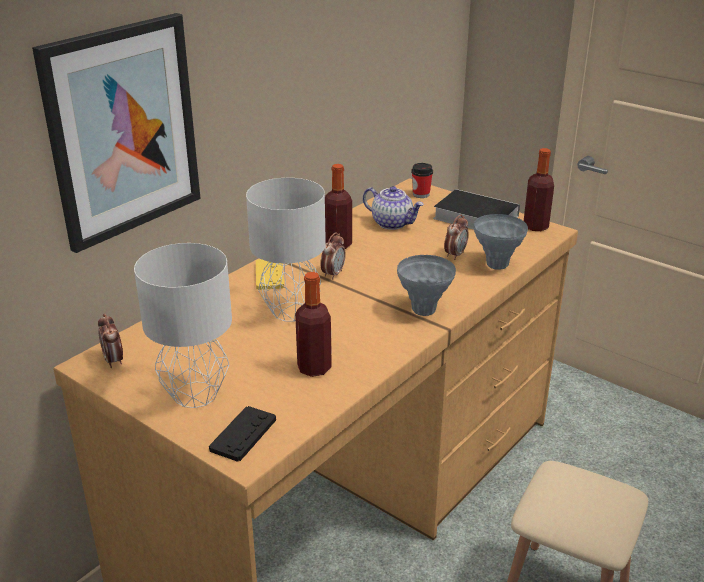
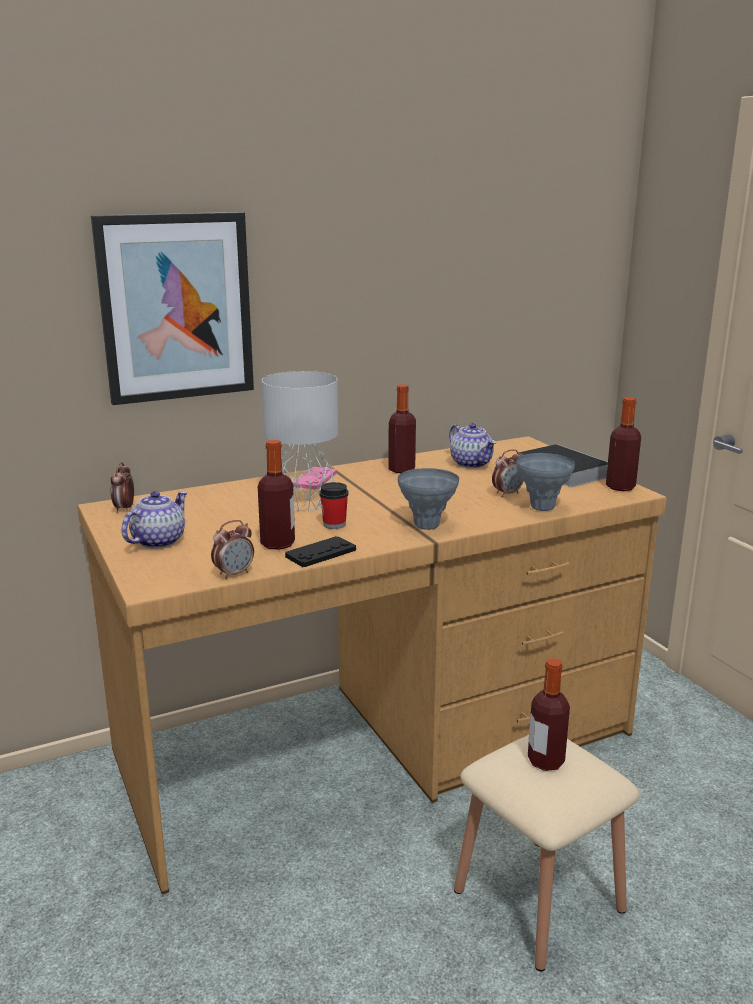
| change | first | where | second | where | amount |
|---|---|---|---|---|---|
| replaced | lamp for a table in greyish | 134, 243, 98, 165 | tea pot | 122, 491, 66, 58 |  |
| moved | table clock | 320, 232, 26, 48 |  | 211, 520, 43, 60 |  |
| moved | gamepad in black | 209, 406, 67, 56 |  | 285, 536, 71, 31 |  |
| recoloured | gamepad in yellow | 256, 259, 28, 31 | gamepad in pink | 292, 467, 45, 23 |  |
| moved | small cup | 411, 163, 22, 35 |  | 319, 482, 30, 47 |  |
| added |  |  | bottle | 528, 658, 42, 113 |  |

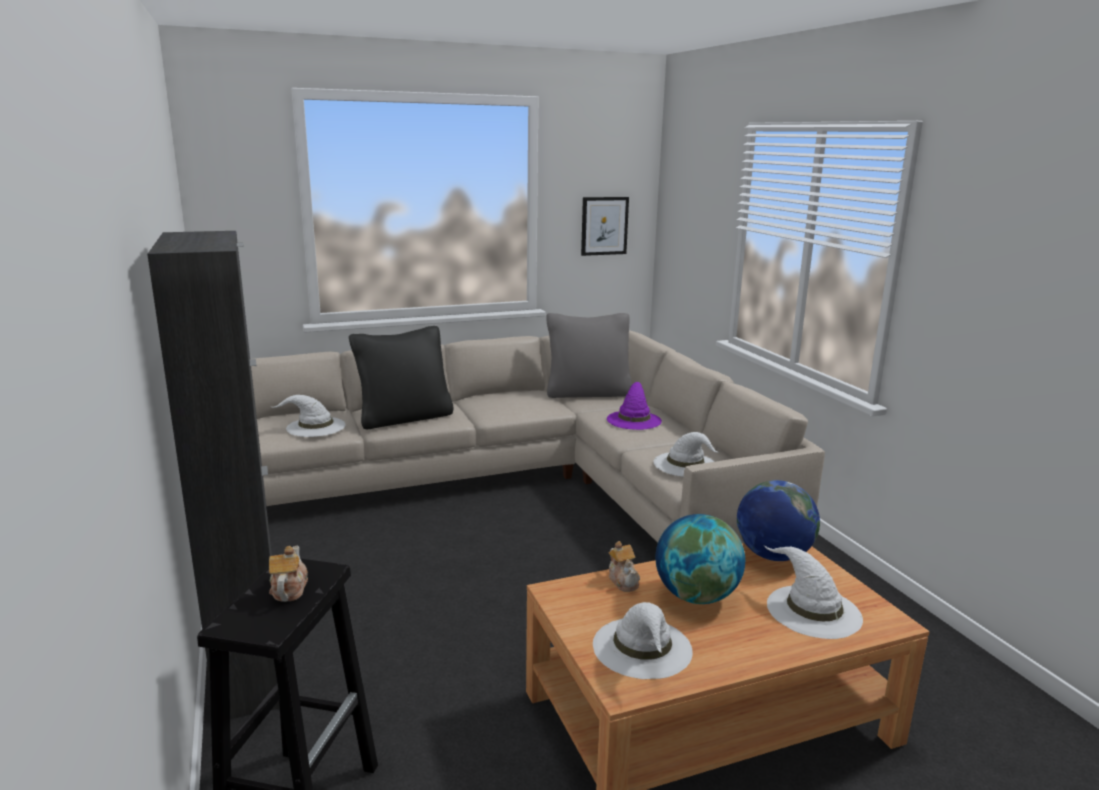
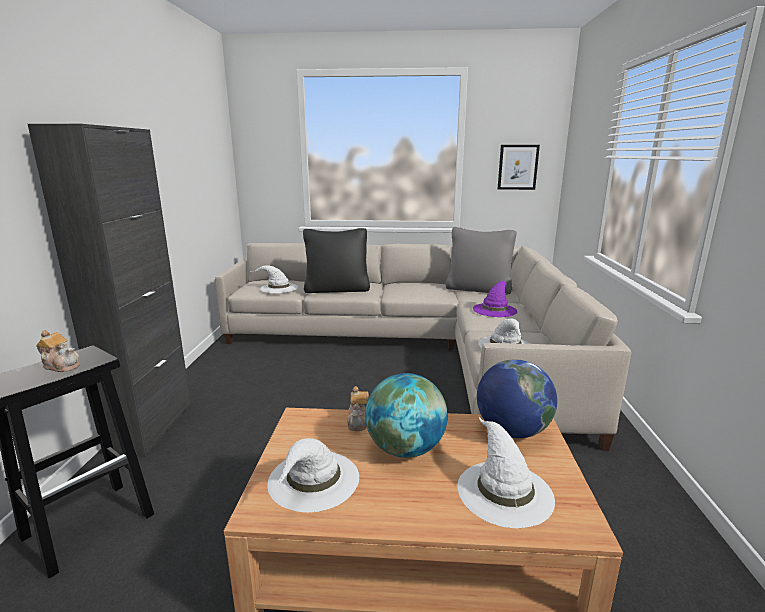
| change | first | where | second | where | amount |
|---|---|---|---|---|---|
| turned | tea pot | 269, 546, 39, 56 |  | 36, 330, 44, 42 | 90 degrees clockwise |

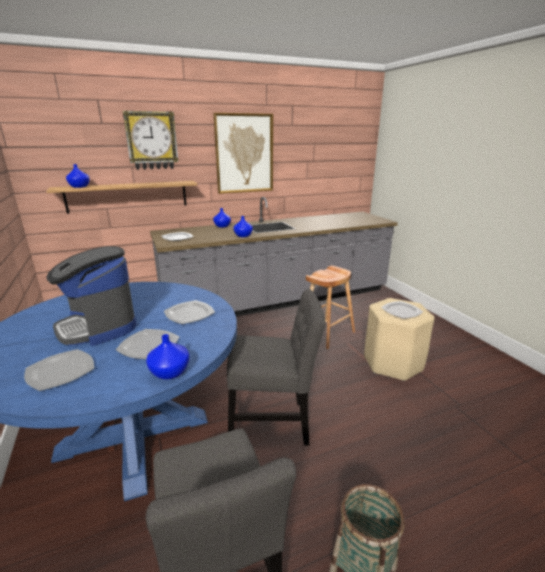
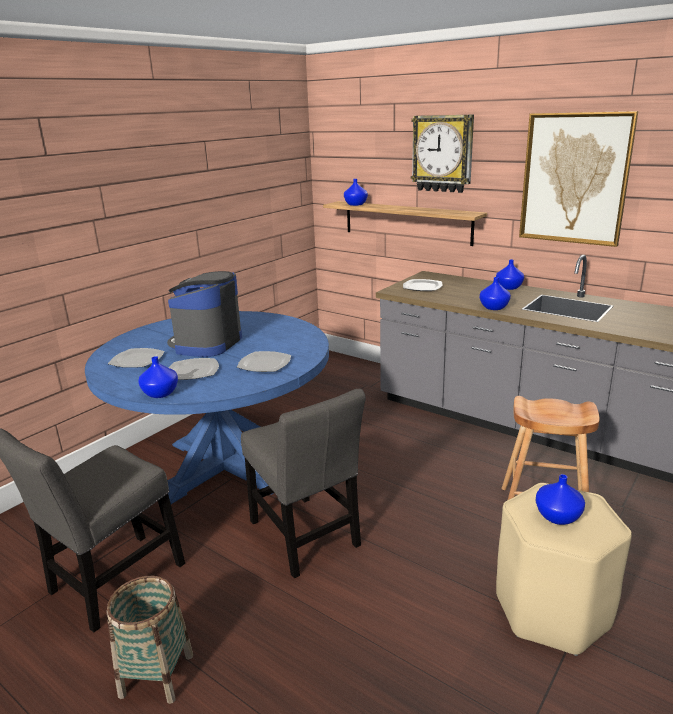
| change | first | where | second | where | amount |
|---|---|---|---|---|---|
| replaced | flat dish | 381, 301, 42, 18 | decorative vase in blue | 536, 474, 49, 51 |  |

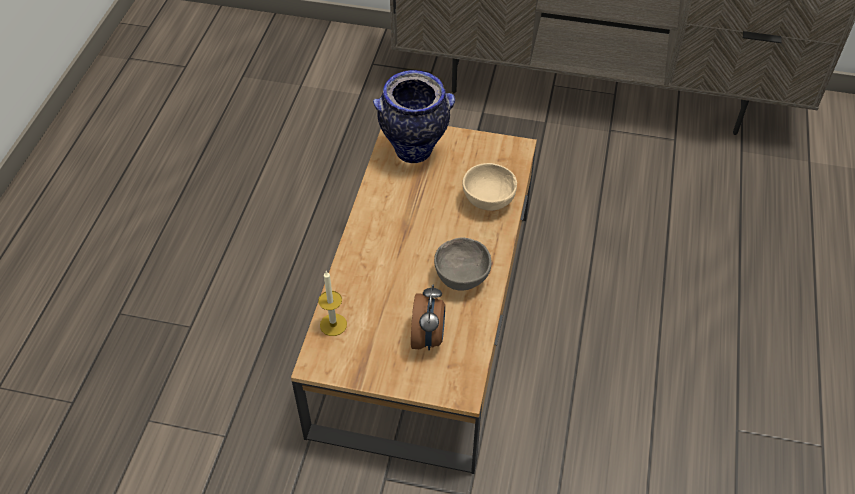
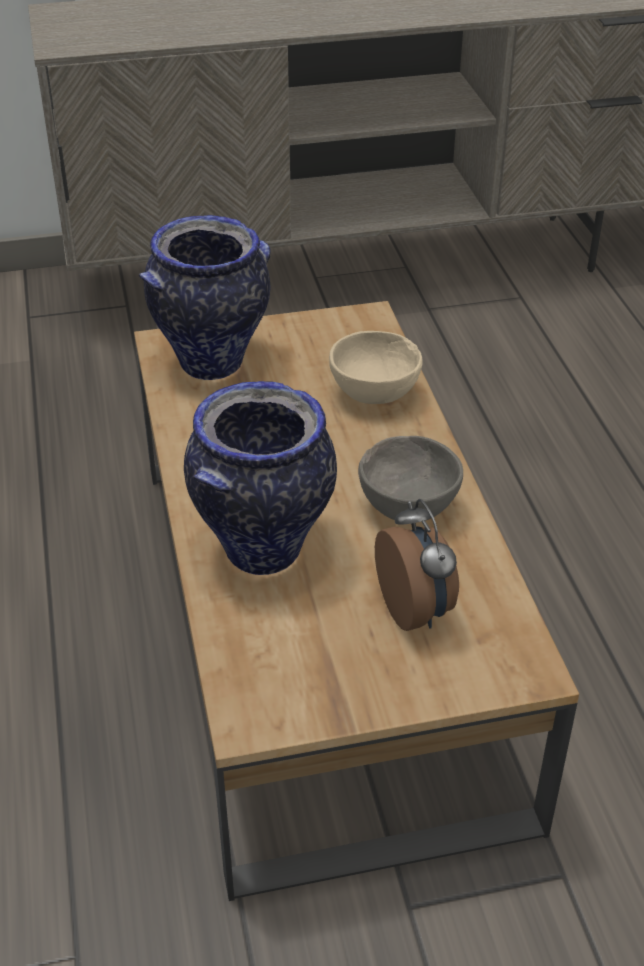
| change | first | where | second | where | amount |
|---|---|---|---|---|---|
| added |  |  | decorative vase | 184, 381, 153, 194 |  |
| removed | wax light | 318, 271, 29, 65 |  |  |  |

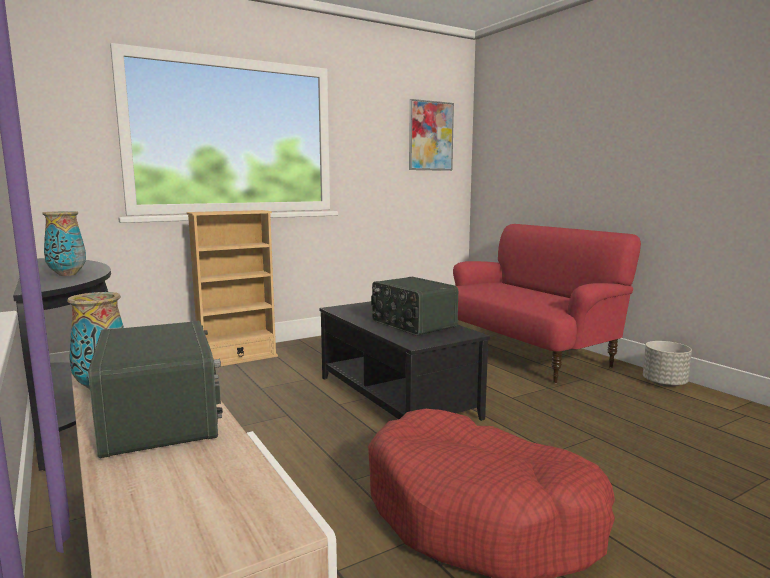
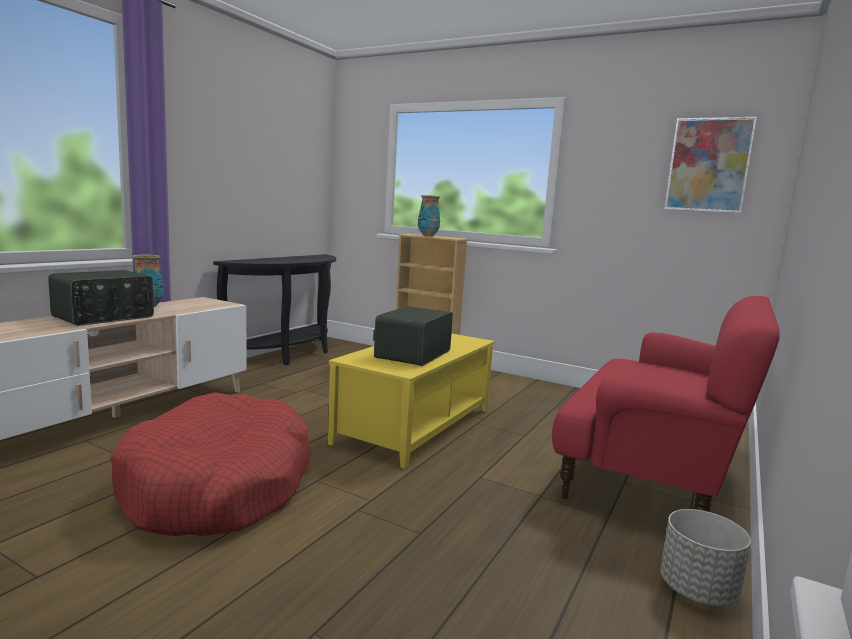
| change | first | where | second | where | amount |
|---|---|---|---|---|---|
| recoloured | coffee table in black | 319, 301, 171, 120 | coffee table in yellow | 328, 333, 167, 136 |  |
| moved | decorative vase | 42, 211, 44, 65 |  | 418, 195, 22, 41 |  |

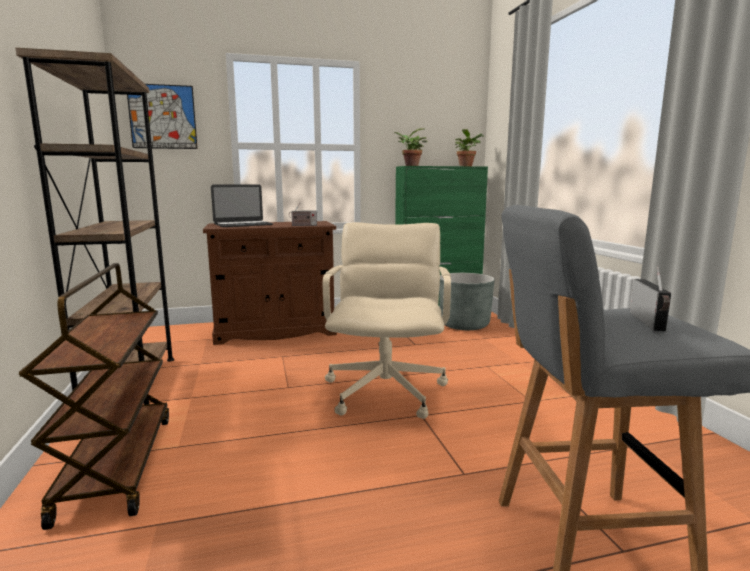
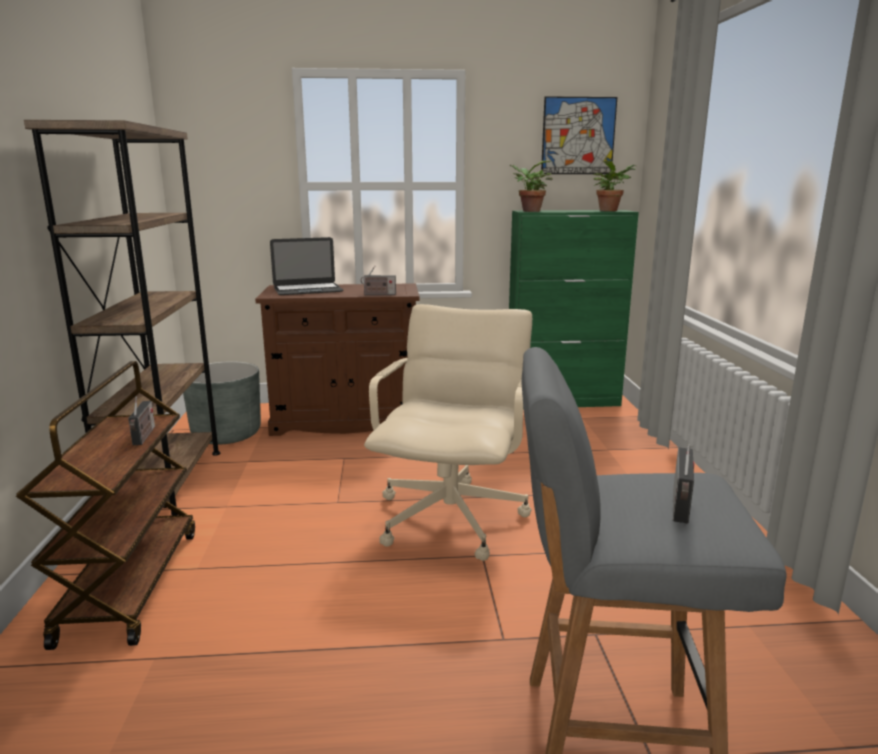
| change | first | where | second | where | amount |
|---|---|---|---|---|---|
| added |  |  | radio receiver | 128, 396, 27, 49 |  |
| moved | flower pot in greyish | 439, 273, 56, 57 |  | 183, 361, 78, 83 |  |
| moved | picture | 127, 84, 71, 65 |  | 541, 96, 76, 78 |  |

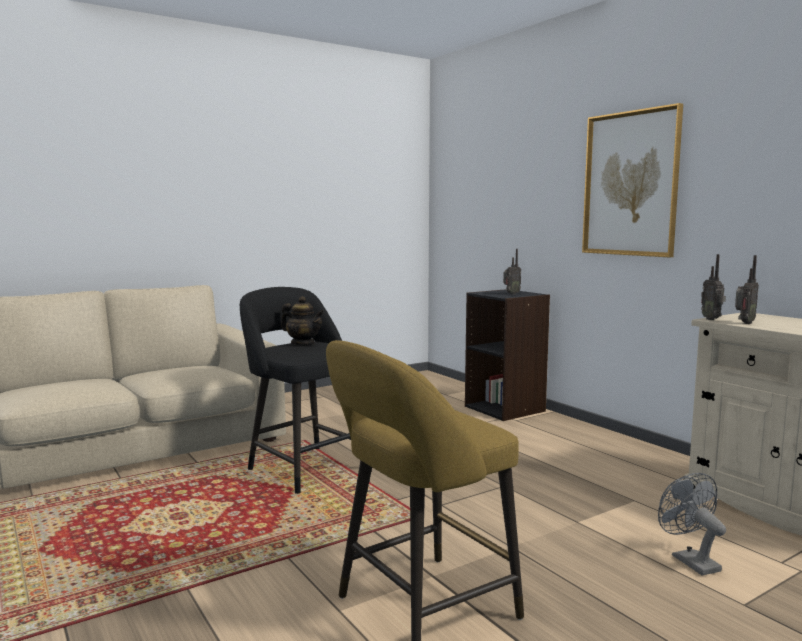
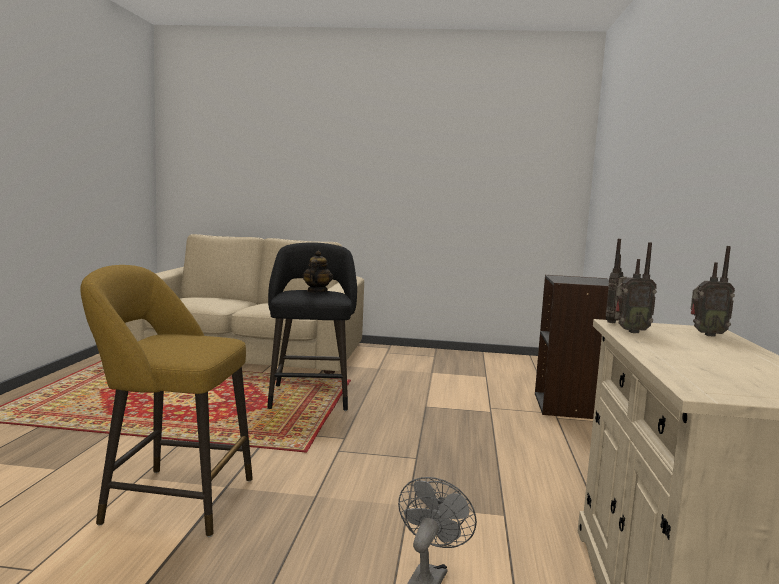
| change | first | where | second | where | amount |
|---|---|---|---|---|---|
| turned | tea pot | 281, 296, 43, 49 |  | 303, 251, 30, 41 | 150 degrees counterclockwise |
| moved | radio receiver | 503, 249, 18, 46 |  | 691, 246, 44, 91 |  |
| removed | picture | 582, 103, 101, 154 |  |  |  |

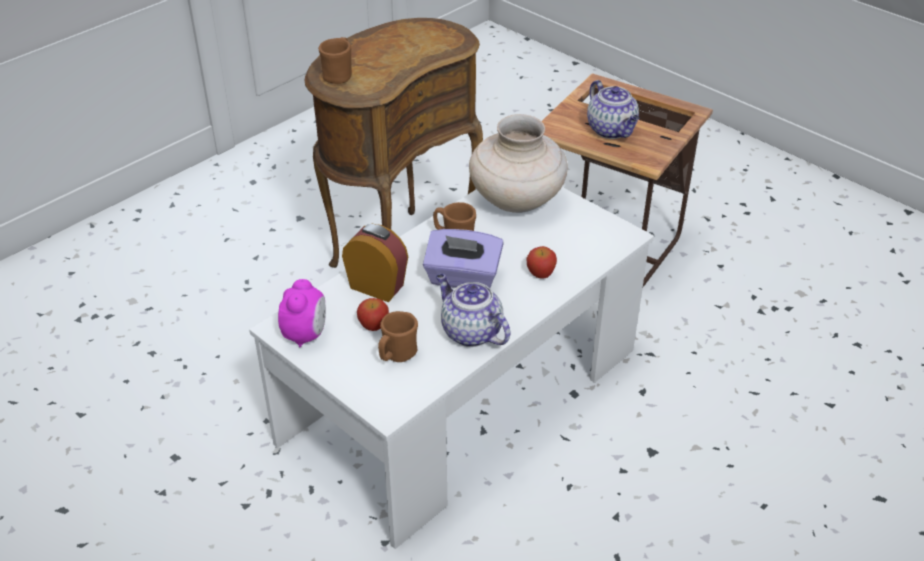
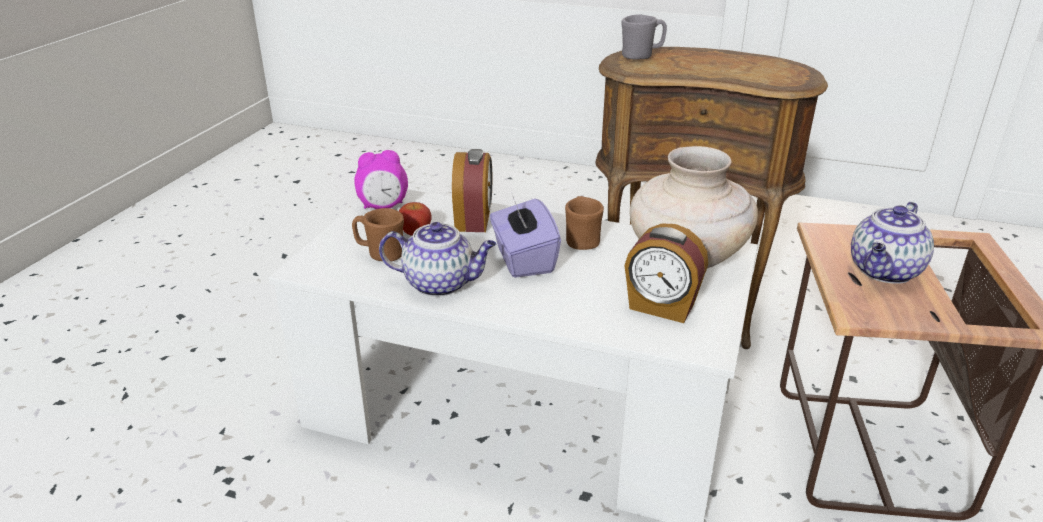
| change | first | where | second | where | amount |
|---|---|---|---|---|---|
| turned | tea pot | 436, 274, 74, 73 |  | 379, 222, 117, 75 | 75 degrees clockwise |
| recoloured | mug in brown | 318, 37, 34, 47 | mug in greyish | 621, 15, 46, 45 |  |
| added |  |  | table clock | 624, 224, 84, 99 |  |
| removed | apple | 527, 246, 30, 33 |  |  |  |

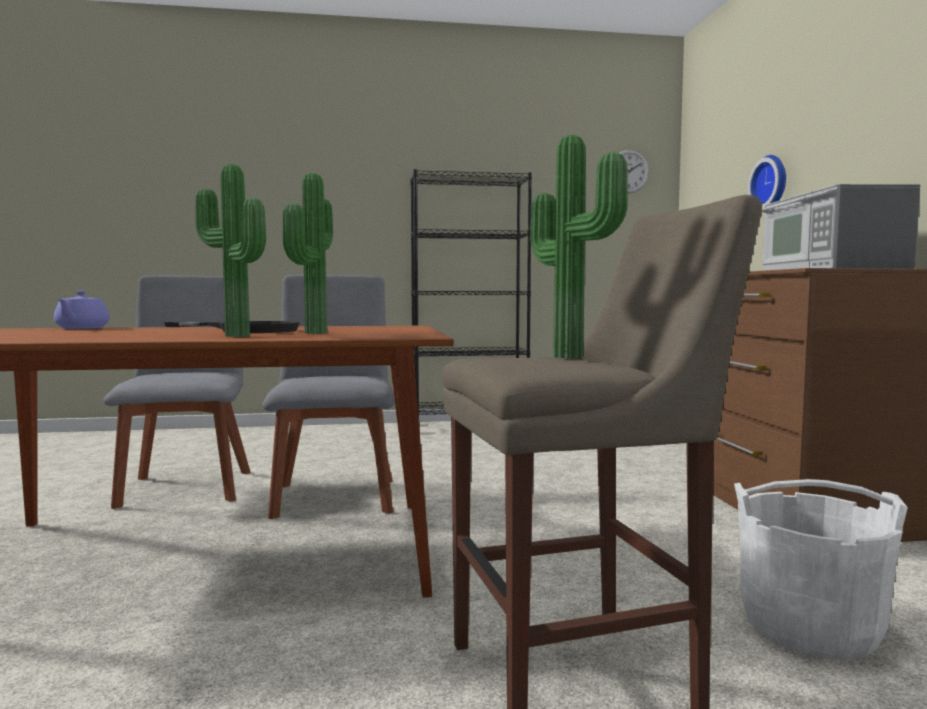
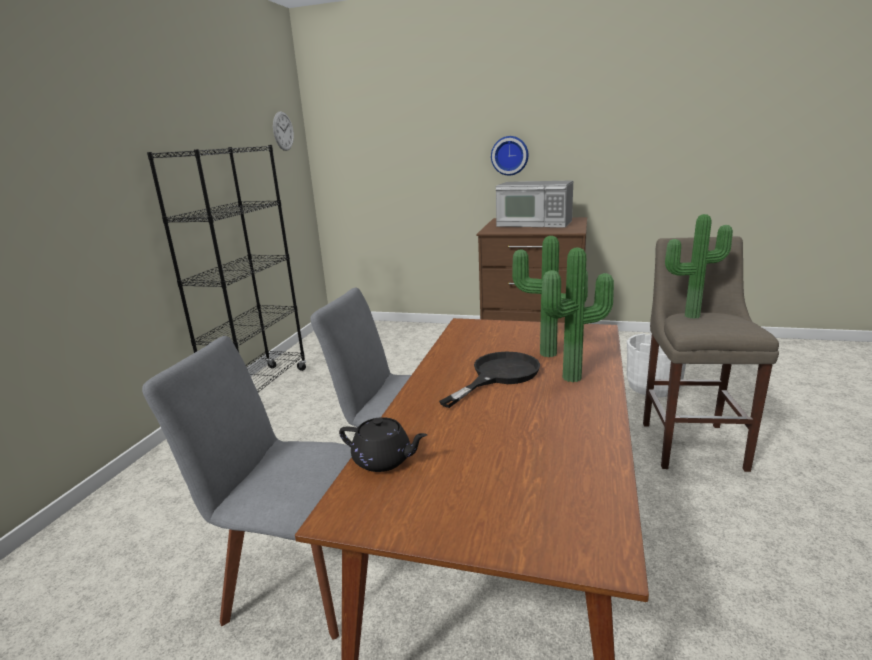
| change | first | where | second | where | amount |
|---|---|---|---|---|---|
| recoloured | tea pot in purple | 54, 291, 56, 38 | tea pot in black | 339, 417, 88, 55 |  |
| moved | wall clock | 748, 155, 38, 54 |  | 491, 136, 37, 40 |  |

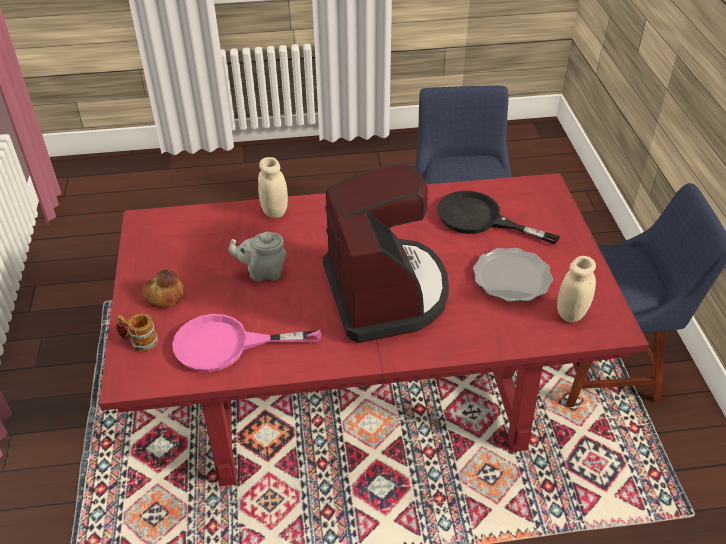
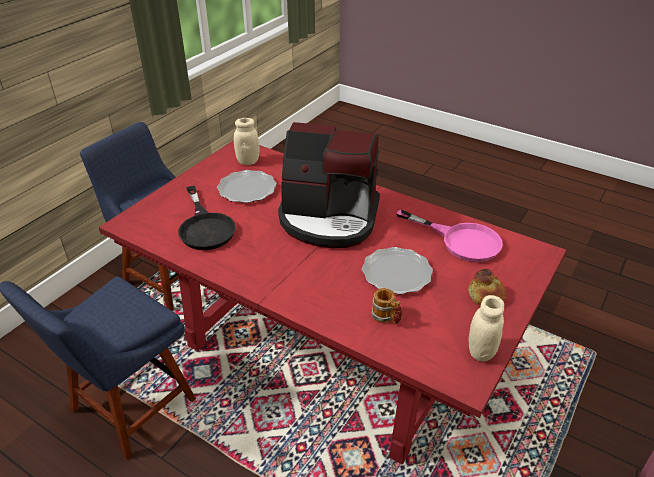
| change | first | where | second | where | amount |
|---|---|---|---|---|---|
| turned | coffee brewer | 323, 163, 126, 180 |  | 278, 122, 102, 126 | 105 degrees counterclockwise |
| replaced | tea pot in greyish | 229, 232, 58, 49 | flat dish | 362, 247, 71, 47 |  |
| moved | mug | 116, 313, 42, 39 |  | 371, 288, 31, 36 |  |
| moved | jar in sand-coloured | 258, 157, 30, 61 |  | 469, 295, 35, 67 |  |

